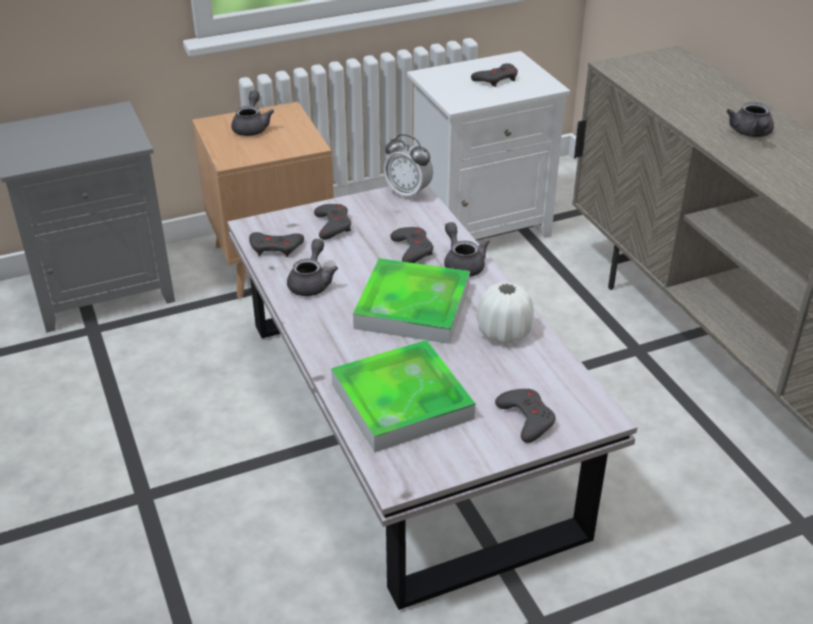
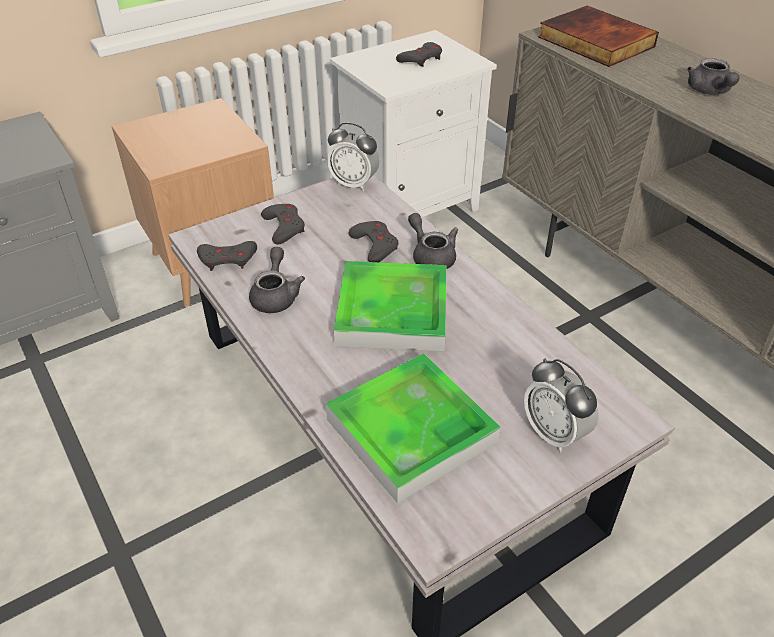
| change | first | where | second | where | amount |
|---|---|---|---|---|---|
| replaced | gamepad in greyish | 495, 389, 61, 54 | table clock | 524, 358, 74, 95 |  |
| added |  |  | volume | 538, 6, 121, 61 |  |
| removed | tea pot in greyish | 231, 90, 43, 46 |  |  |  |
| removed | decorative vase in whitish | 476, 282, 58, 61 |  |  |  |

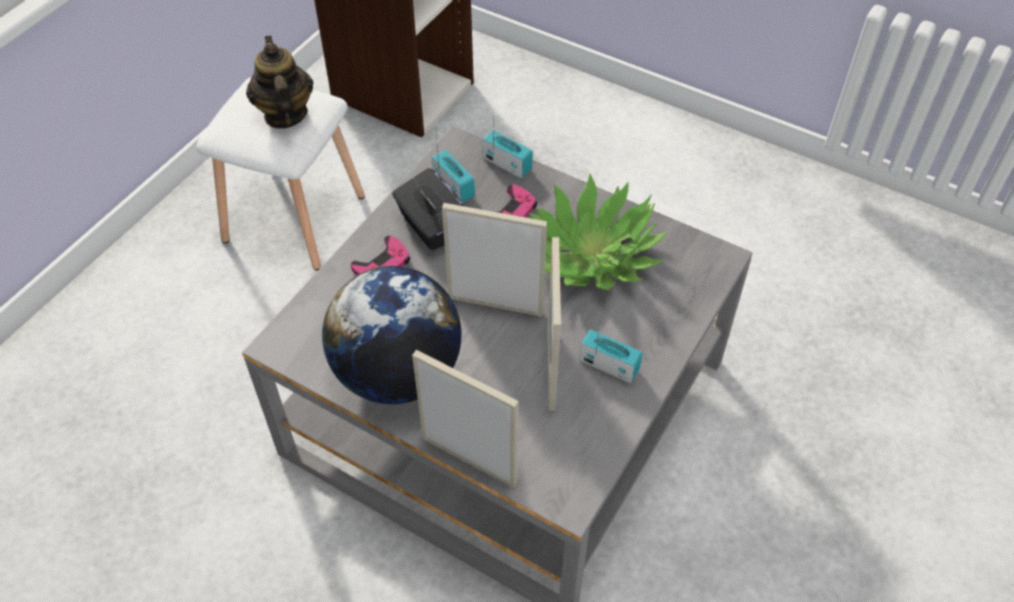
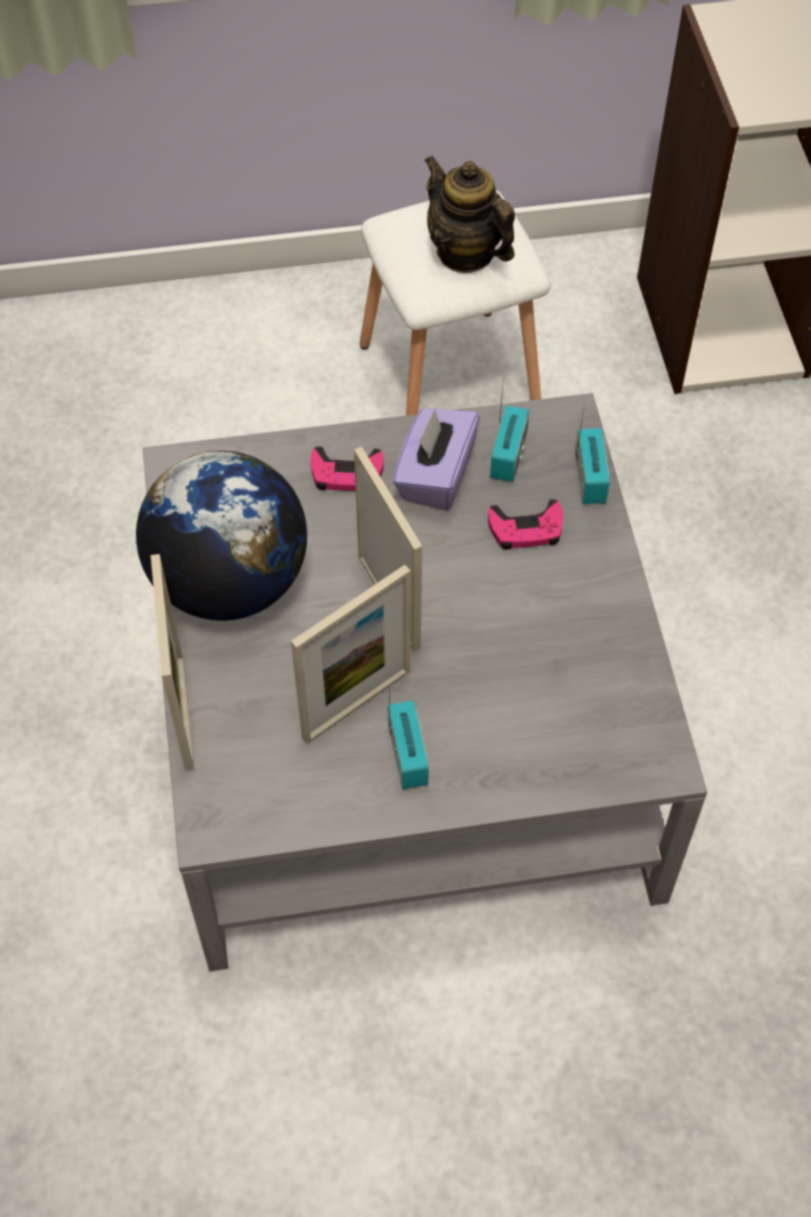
| change | first | where | second | where | amount |
|---|---|---|---|---|---|
| recoloured | tissue holder in black | 392, 168, 72, 83 | tissue holder in purple | 393, 408, 87, 102 |  |
| turned | tea pot | 246, 35, 68, 93 |  | 424, 156, 91, 117 | 75 degrees counterclockwise |
| removed | houseplant | 529, 174, 139, 117 |  |  |  |

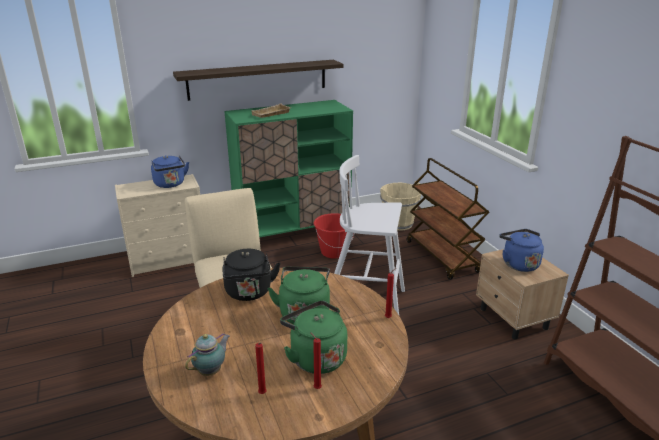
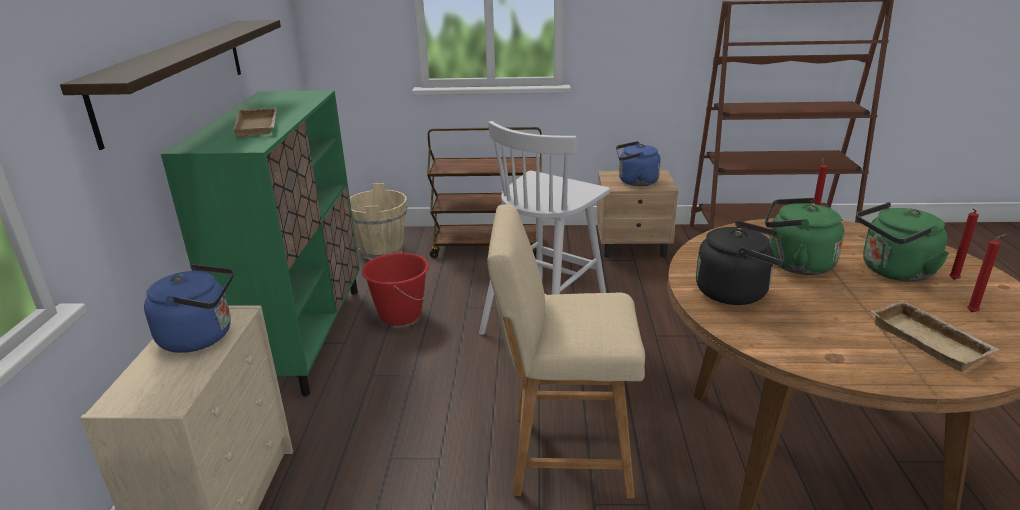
| change | first | where | second | where | amount |
|---|---|---|---|---|---|
| replaced | tea pot | 185, 333, 45, 43 | serving tray in sand-coloured | 871, 300, 128, 72 |  |

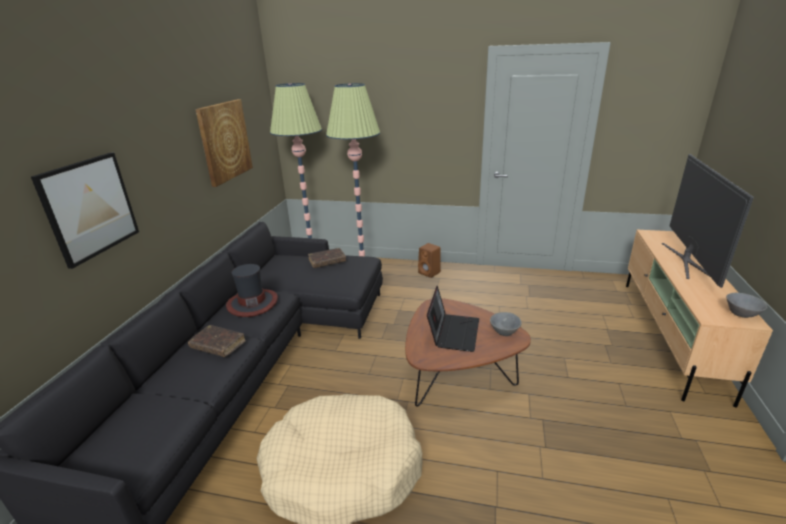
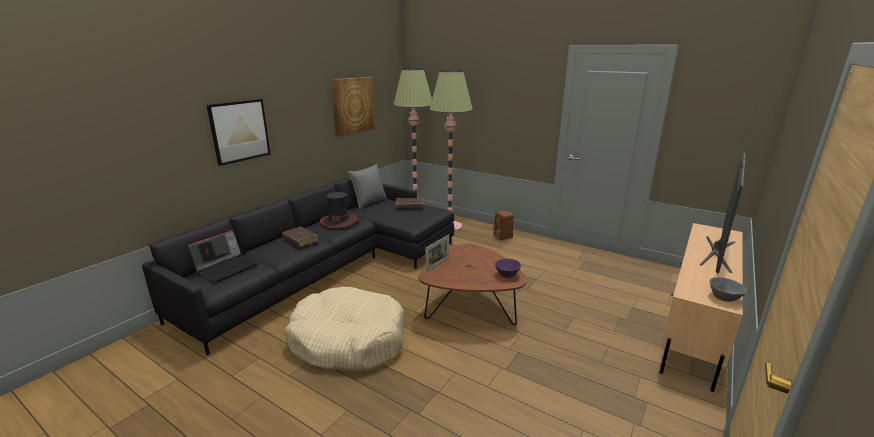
| change | first | where | second | where | amount |
|---|---|---|---|---|---|
| moved | portable computer | 427, 286, 52, 66 |  | 187, 229, 71, 54 |  |
| added |  |  | cushion in greyish | 348, 164, 39, 45 |  |
| added |  |  | picture frame | 426, 235, 23, 38 |  |
| recoloured | bowl in greyish | 490, 312, 31, 24 | bowl in purple | 495, 259, 26, 19 |  |

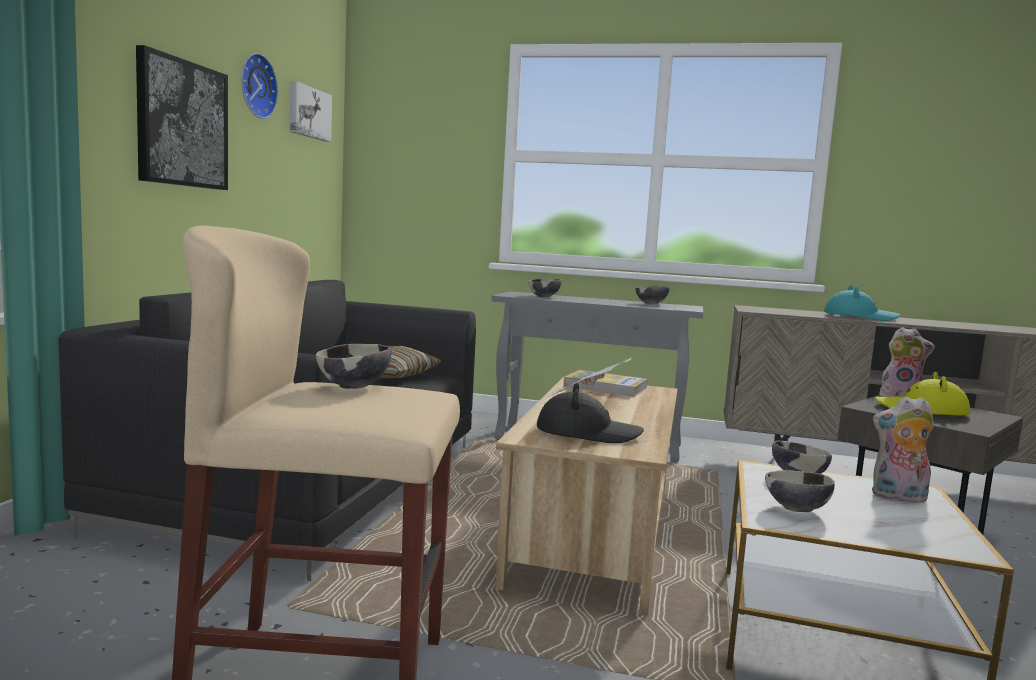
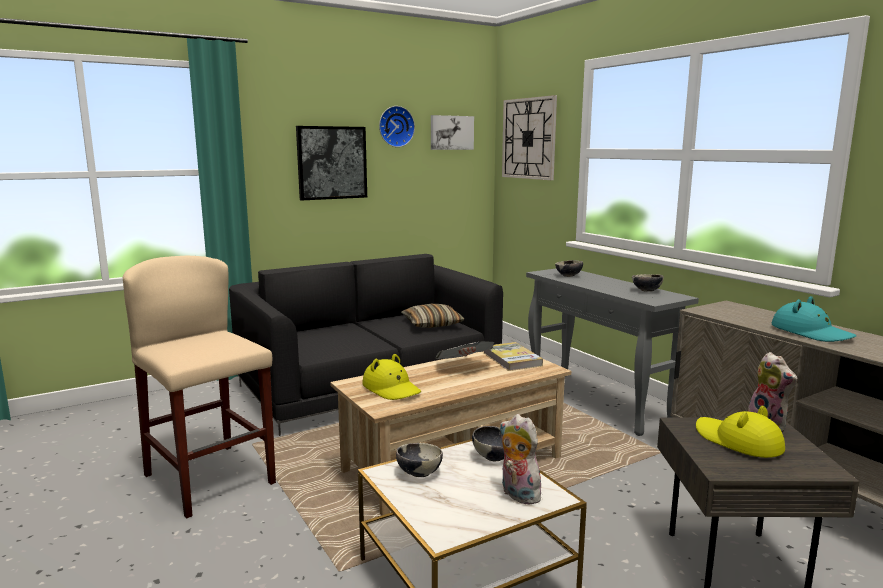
| change | first | where | second | where | amount |
|---|---|---|---|---|---|
| recoloured | clothing hat in black | 537, 383, 107, 60 | clothing hat in yellow | 362, 354, 59, 46 |  |
| added |  |  | wall clock | 502, 95, 55, 85 |  |
| removed | bowl | 316, 344, 75, 45 |  |  |  |

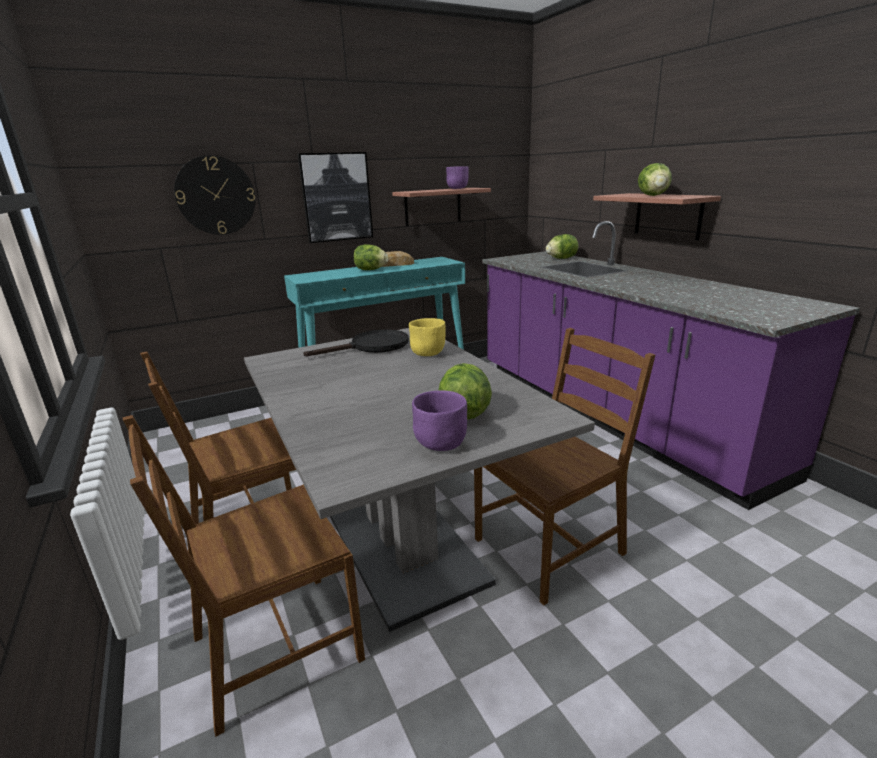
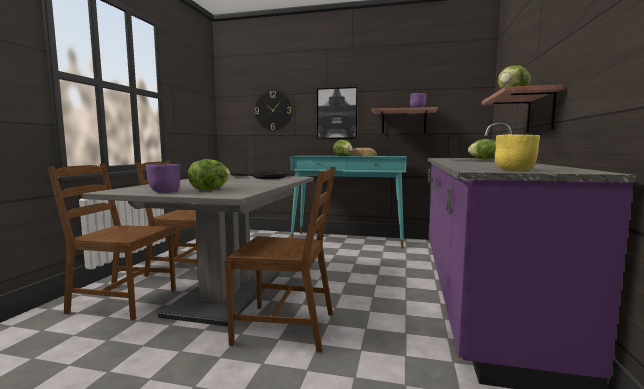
| change | first | where | second | where | amount |
|---|---|---|---|---|---|
| moved | bowl in yellow | 409, 318, 36, 38 |  | 495, 134, 45, 37 |  |

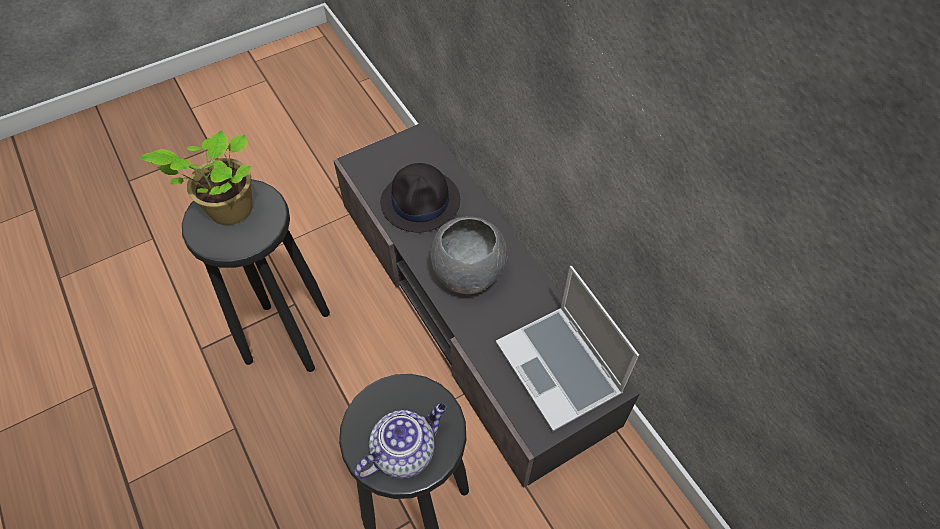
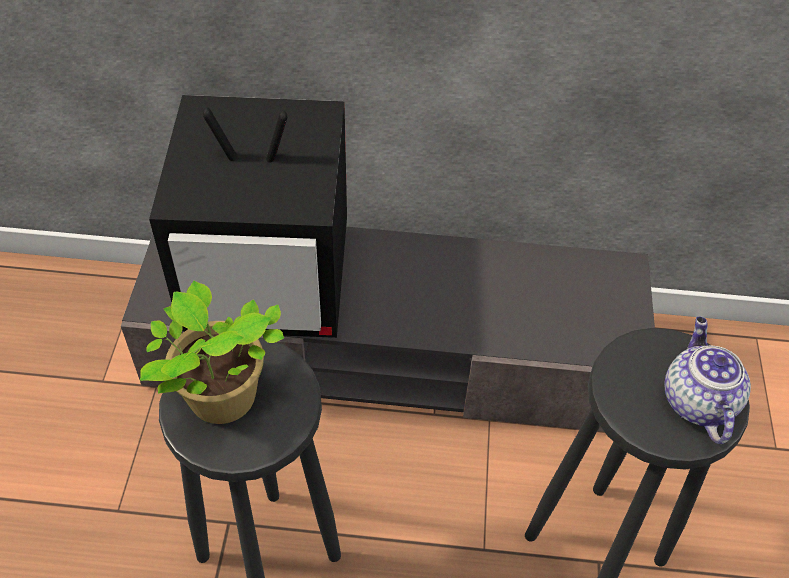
| change | first | where | second | where | amount |
|---|---|---|---|---|---|
| replaced | clothing hat in black | 380, 163, 80, 69 | TV set | 149, 95, 198, 243 |  |
| removed | bowl in greyish | 430, 217, 78, 77 |  |  |  |
| removed | portable computer | 496, 266, 143, 165 |  |  |  |

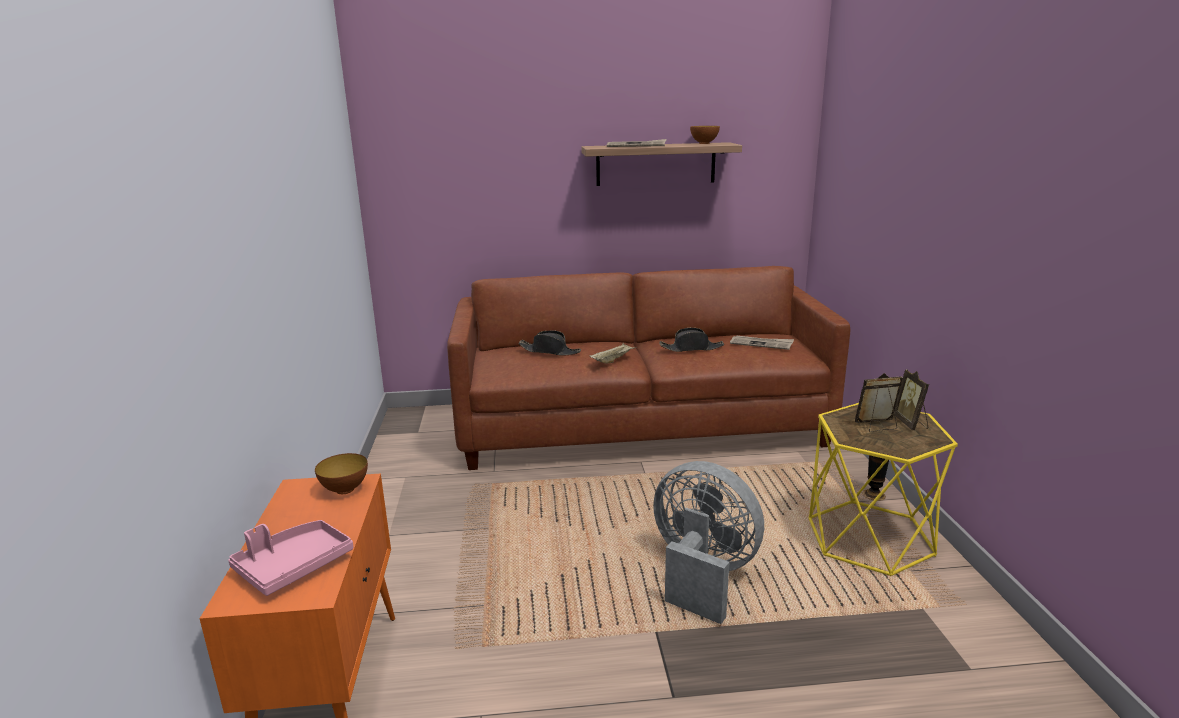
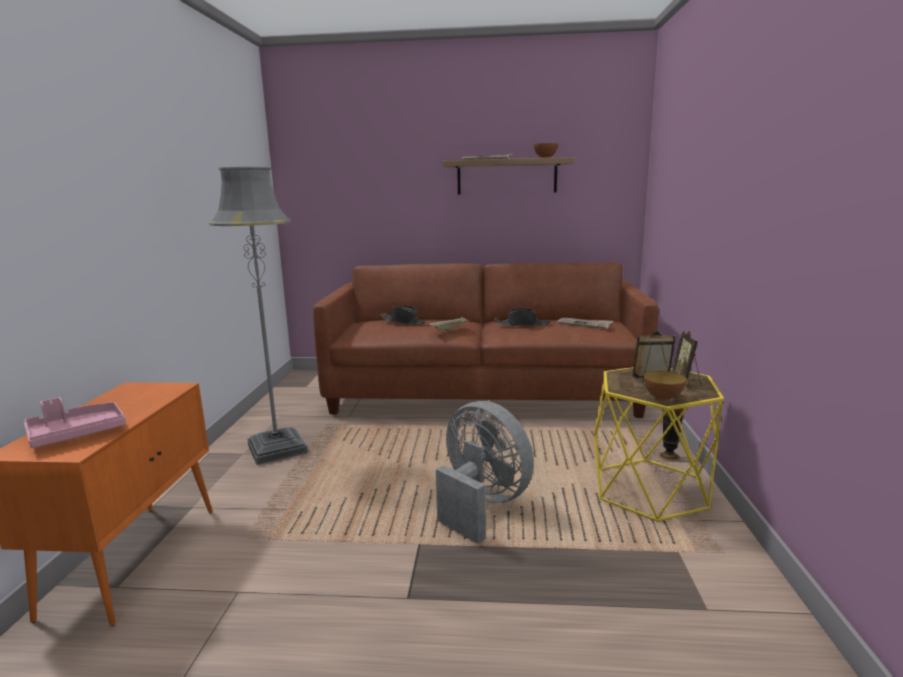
| change | first | where | second | where | amount |
|---|---|---|---|---|---|
| added |  |  | standing lamp in greyish | 209, 167, 99, 298 |  |
| moved | bowl | 315, 453, 53, 41 |  | 644, 371, 43, 30 |  |

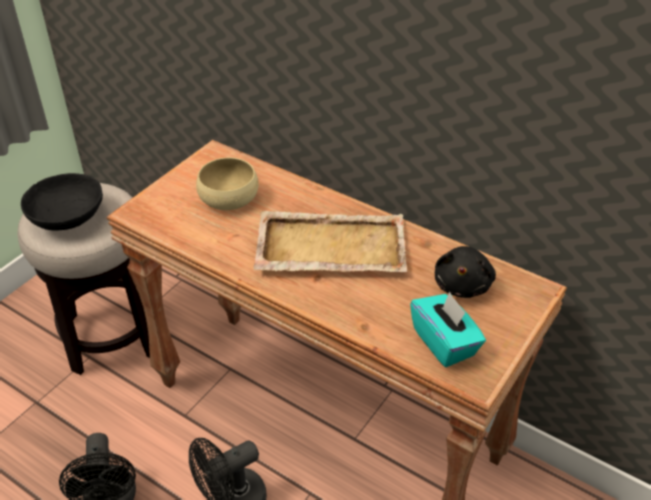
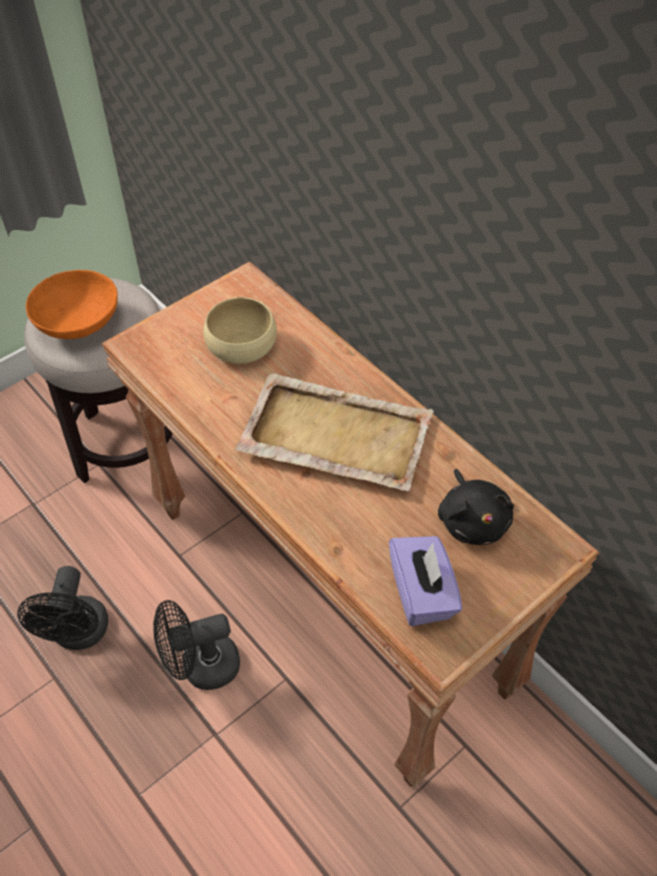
| change | first | where | second | where | amount |
|---|---|---|---|---|---|
| recoloured | bowl in black | 21, 173, 82, 58 | bowl in orangey | 26, 270, 92, 69 |  |
| recoloured | tissue holder in blue-green | 410, 292, 76, 75 | tissue holder in purple | 389, 536, 73, 90 |  |
| turned | plush toy in black | 435, 246, 61, 52 |  | 438, 469, 76, 76 | 45 degrees counterclockwise |

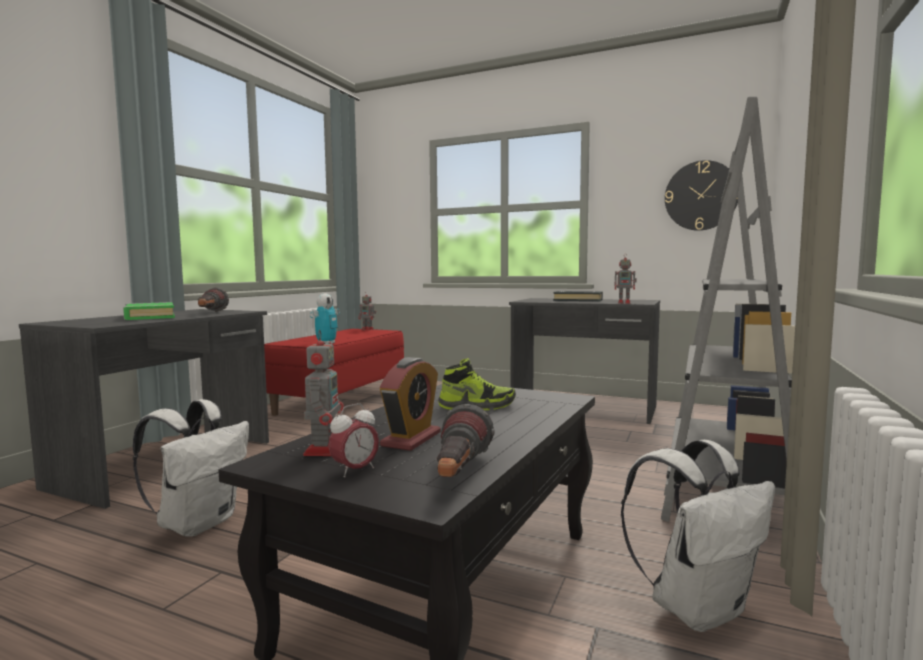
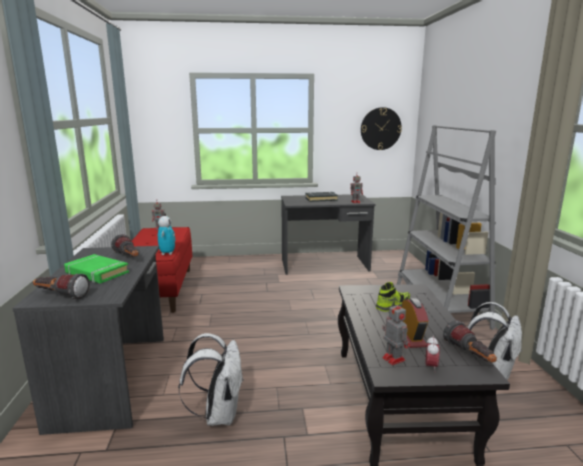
| change | first | where | second | where | amount |
|---|---|---|---|---|---|
| added |  |  | hand torch | 33, 274, 57, 25 |  |

